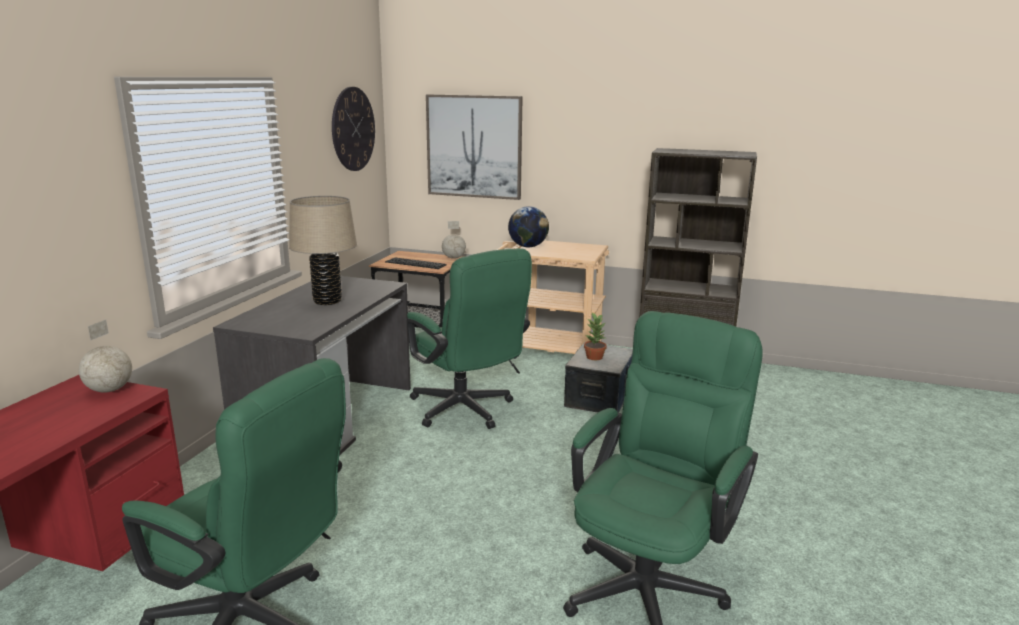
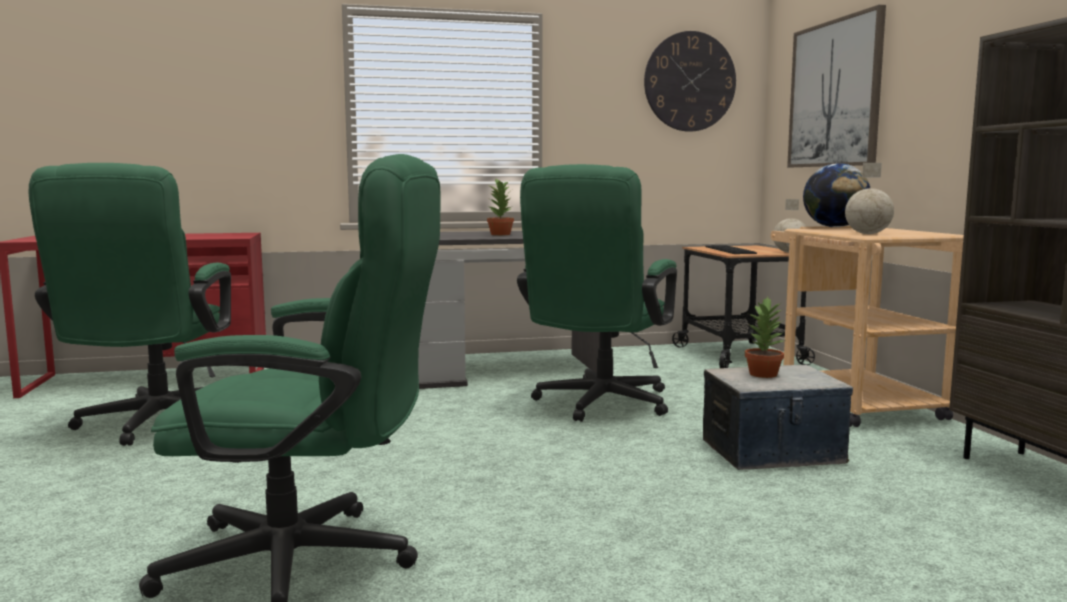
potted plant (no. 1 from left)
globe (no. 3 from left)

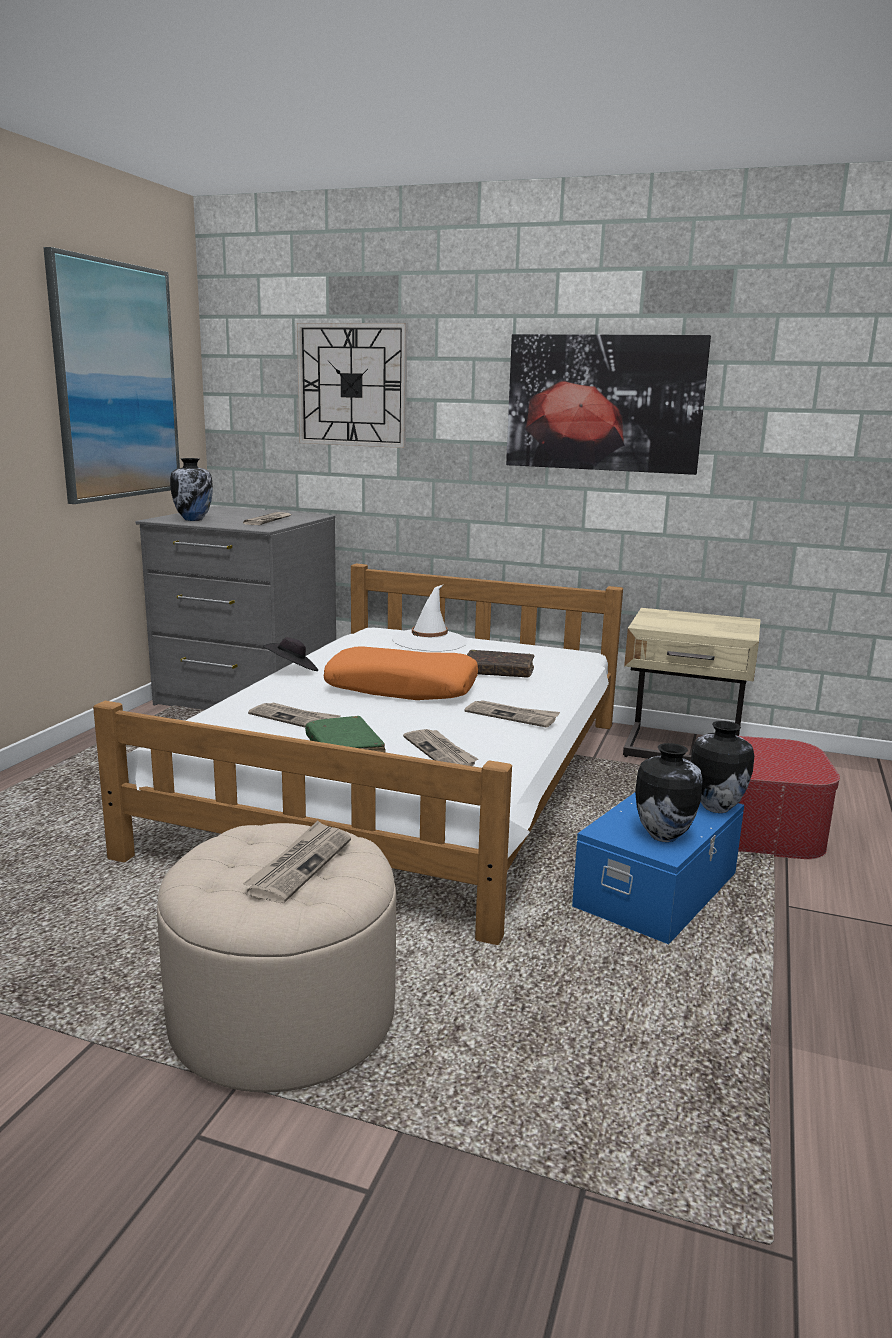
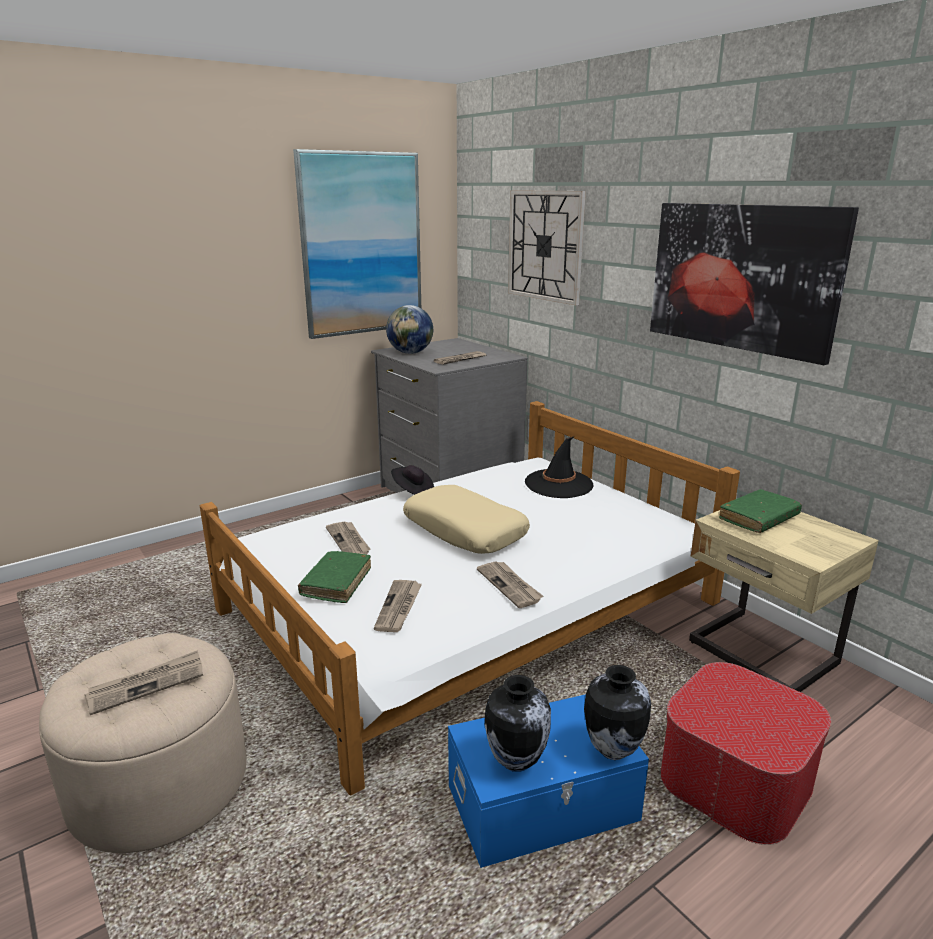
globe
pillow (beige)
hat (black) (no. 2 from left)
book (green) (no. 2 from left)
book (brown)

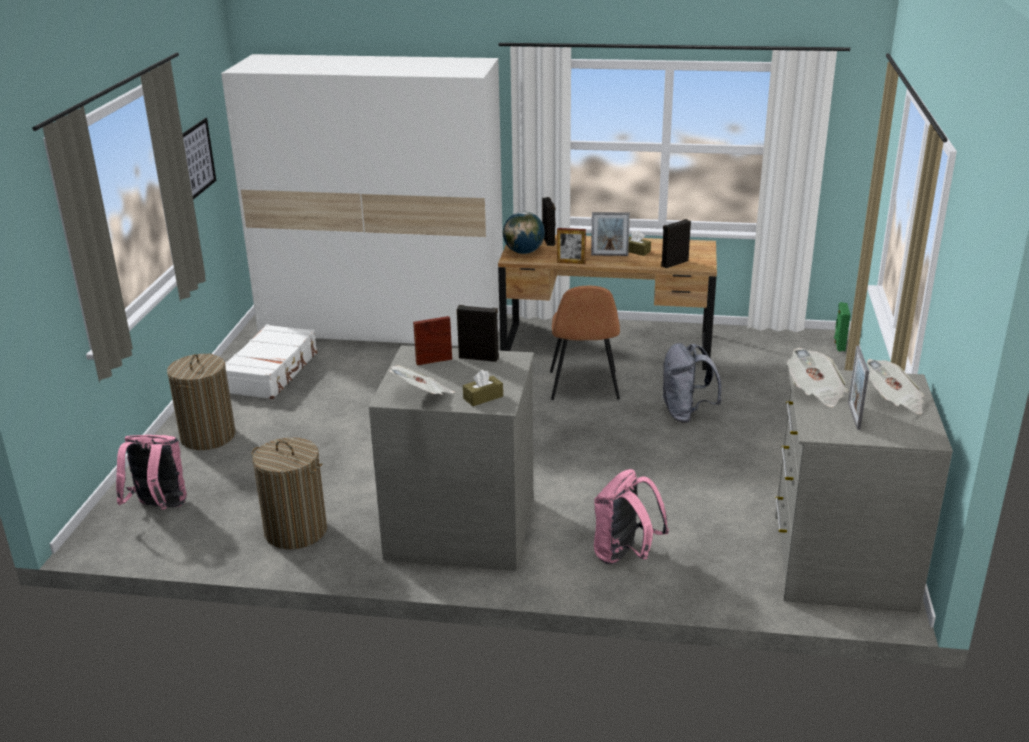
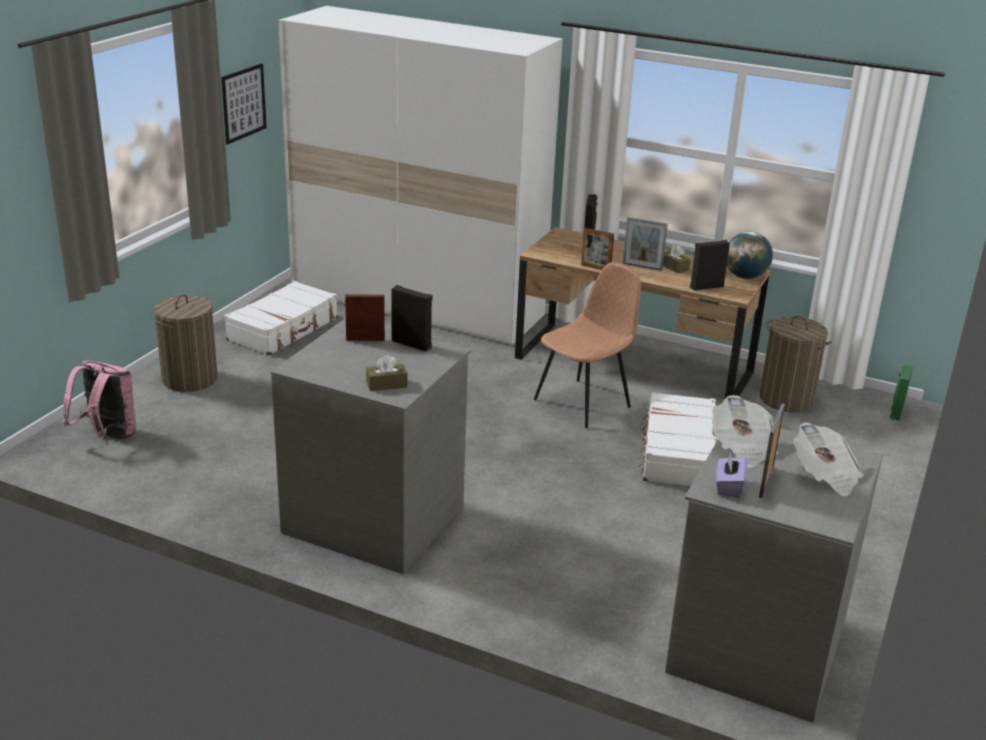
chair (brown)
suitcase (white) (no. 2 from left)
tissue box (purple)
globe
laundry basket (no. 2 from left)
newspaper (no. 1 from left in the first image)
backpack (pink) (no. 2 from left in the first image)

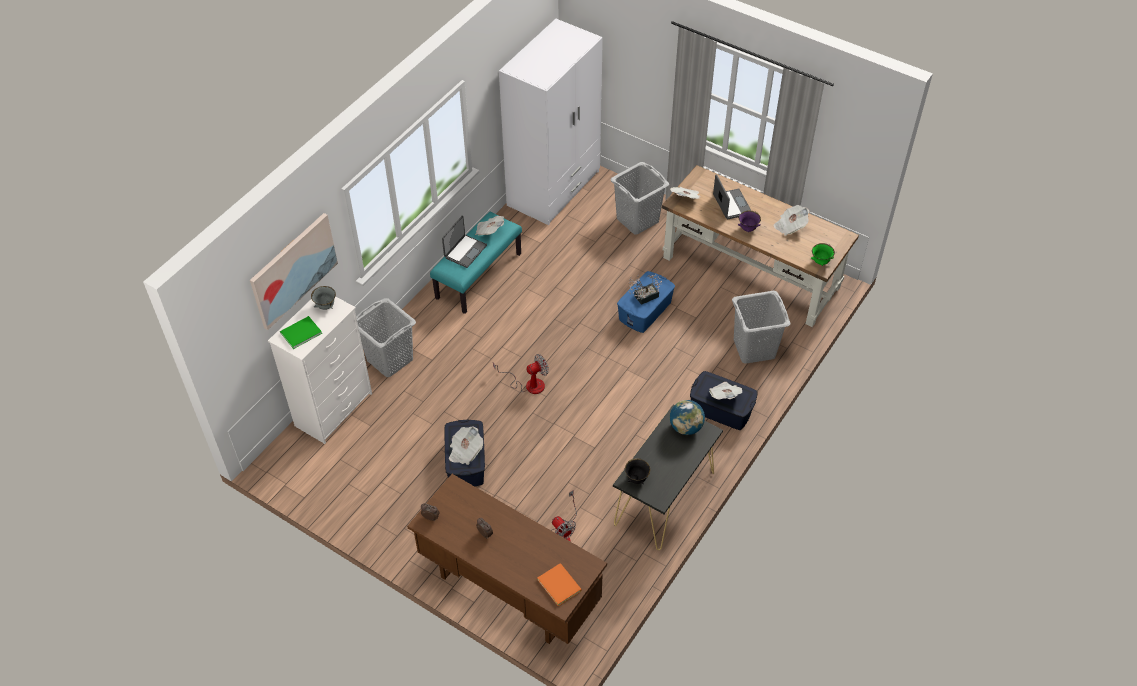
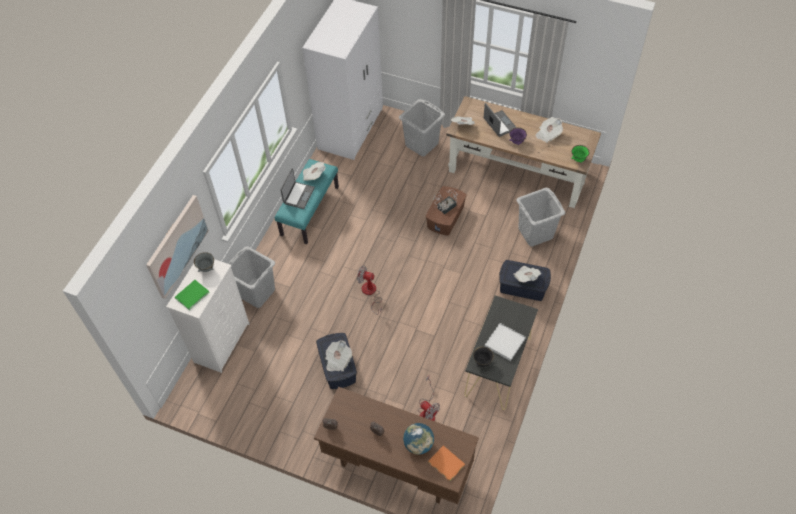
fan (no. 1 from left)
globe
storage box (brown)
tray (white)

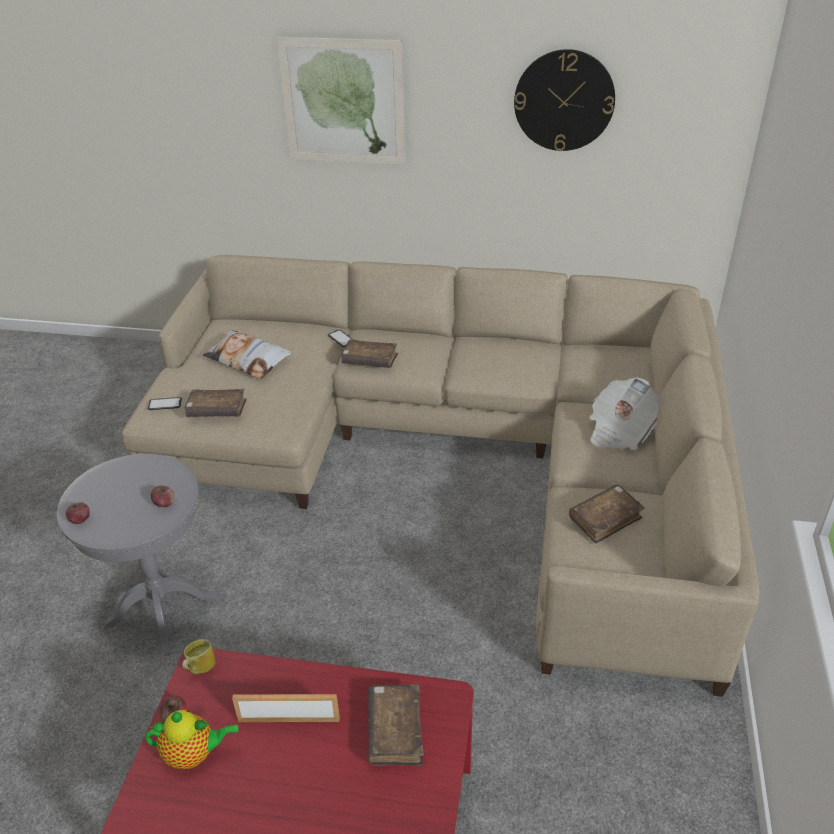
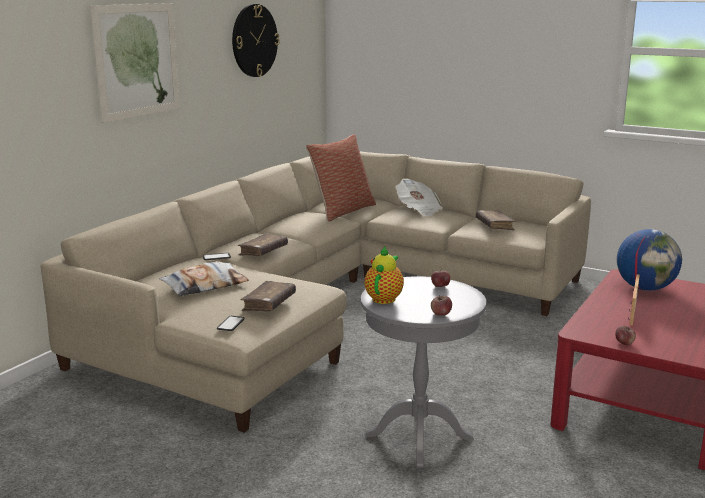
pillow (no. 2 from left)
teapot
globe
mug

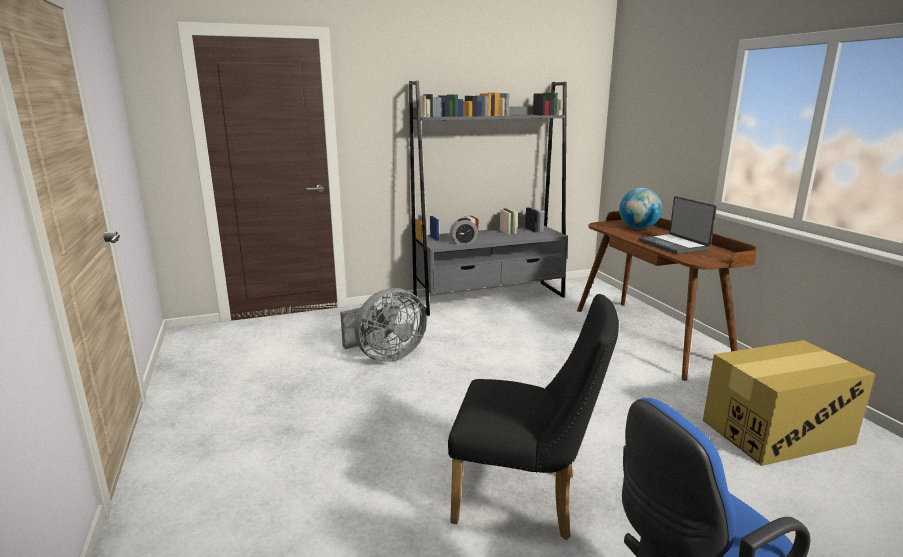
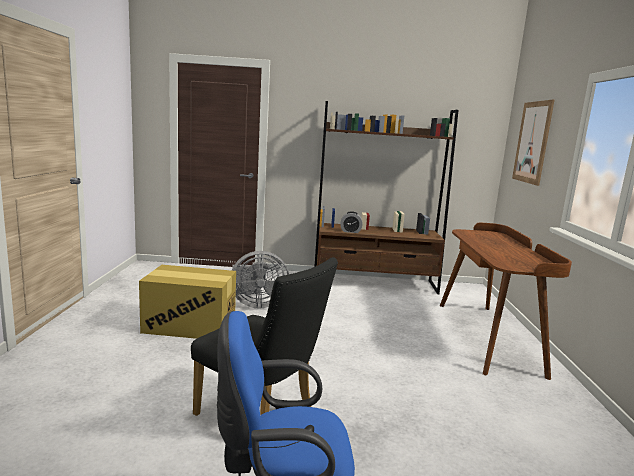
cardboard box
bookcase (brown)
picture
globe
laptop

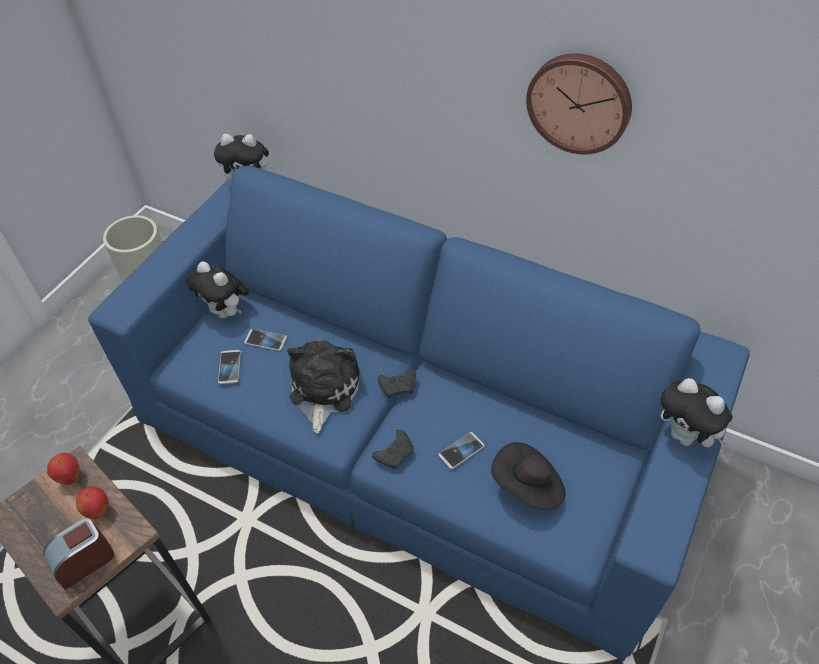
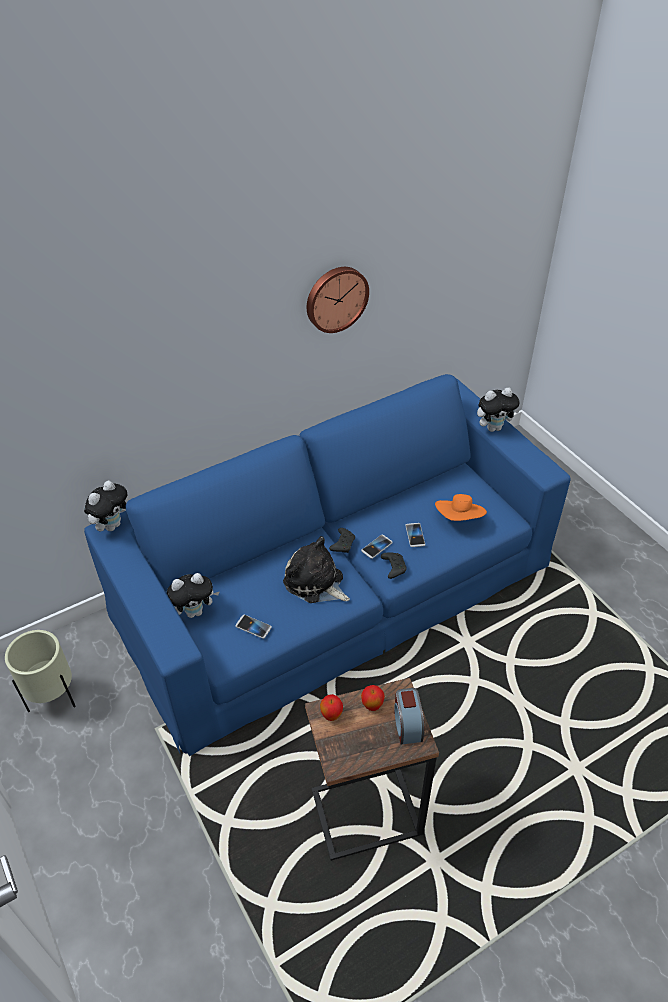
phone (no. 2 from left)
hat (orange)

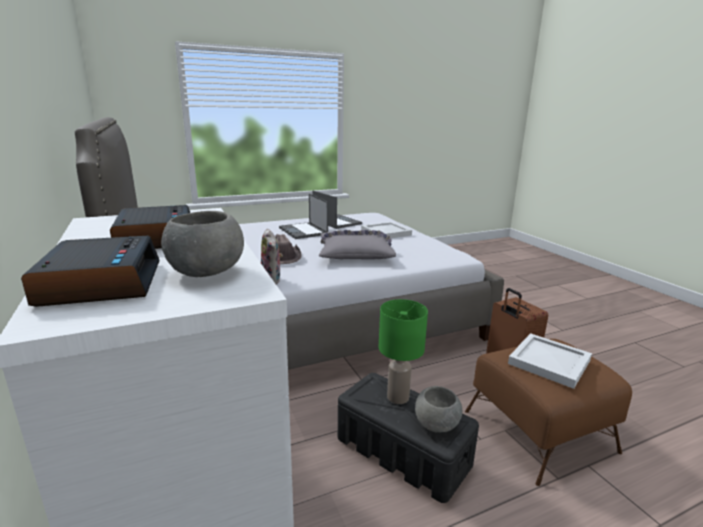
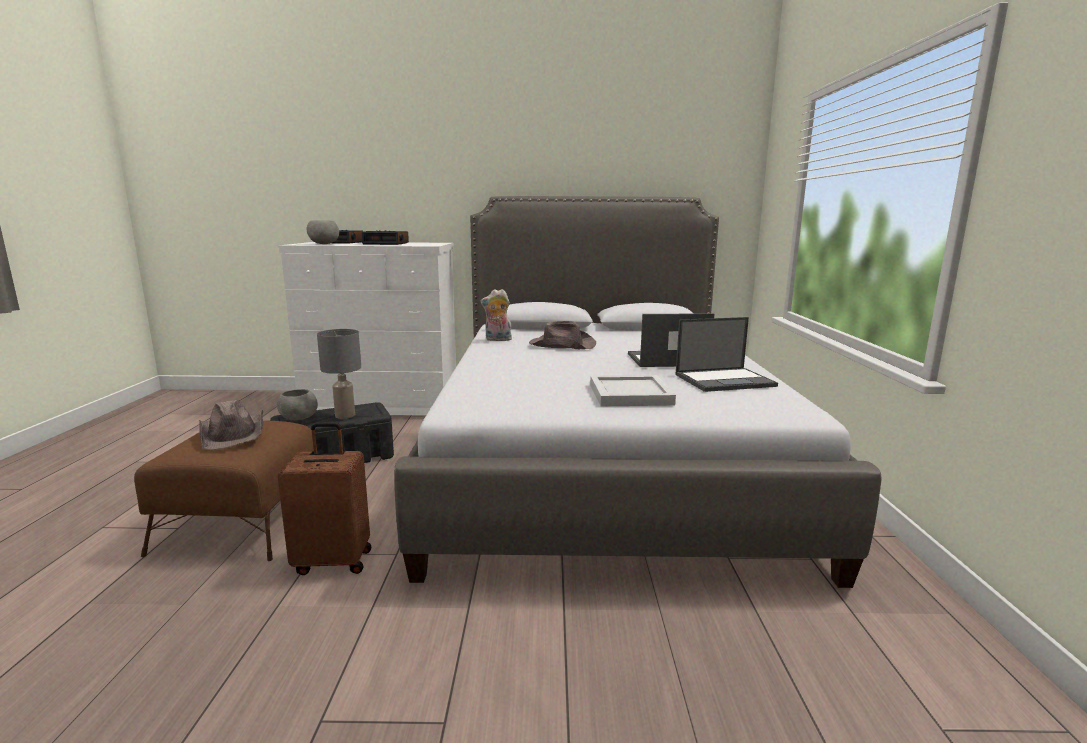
hat (brown) (no. 1 from left)
table lamp (grey)
pillow (grey)

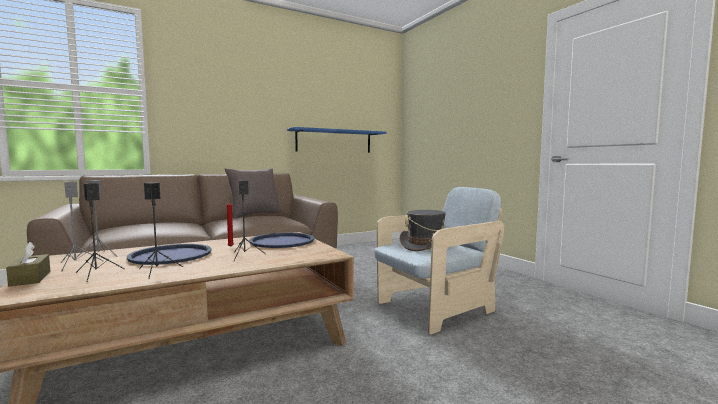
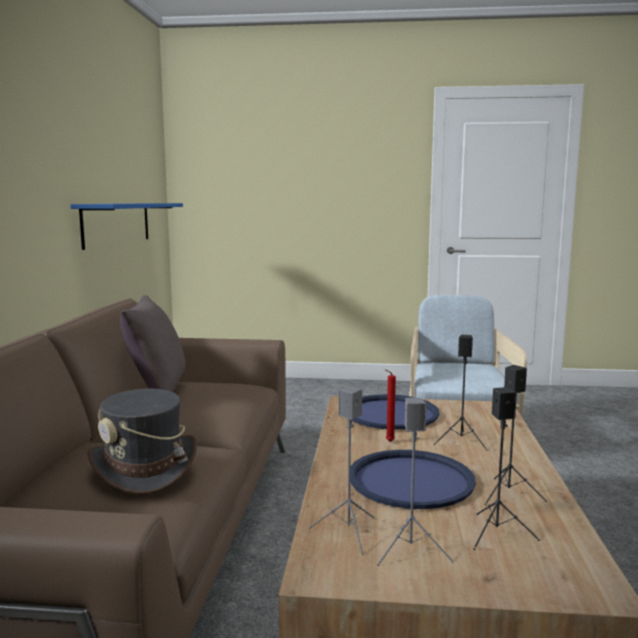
hat (grey)
tissue box (brown)

